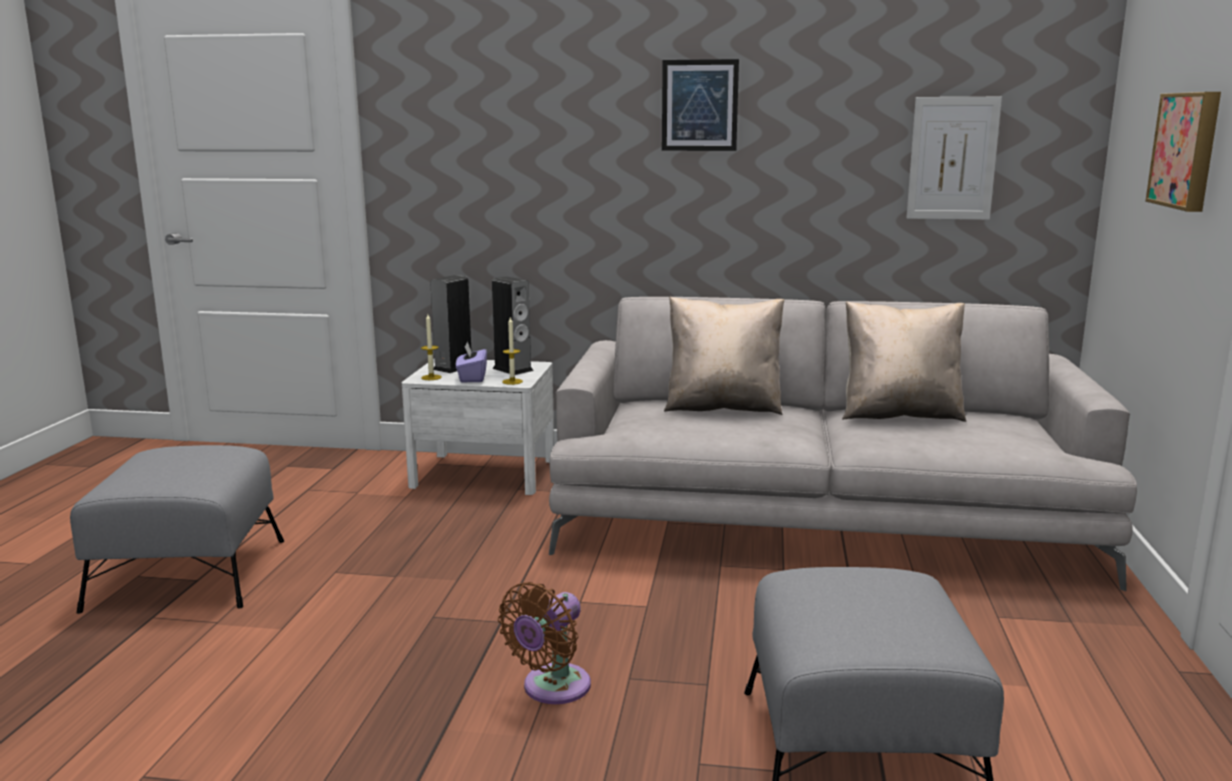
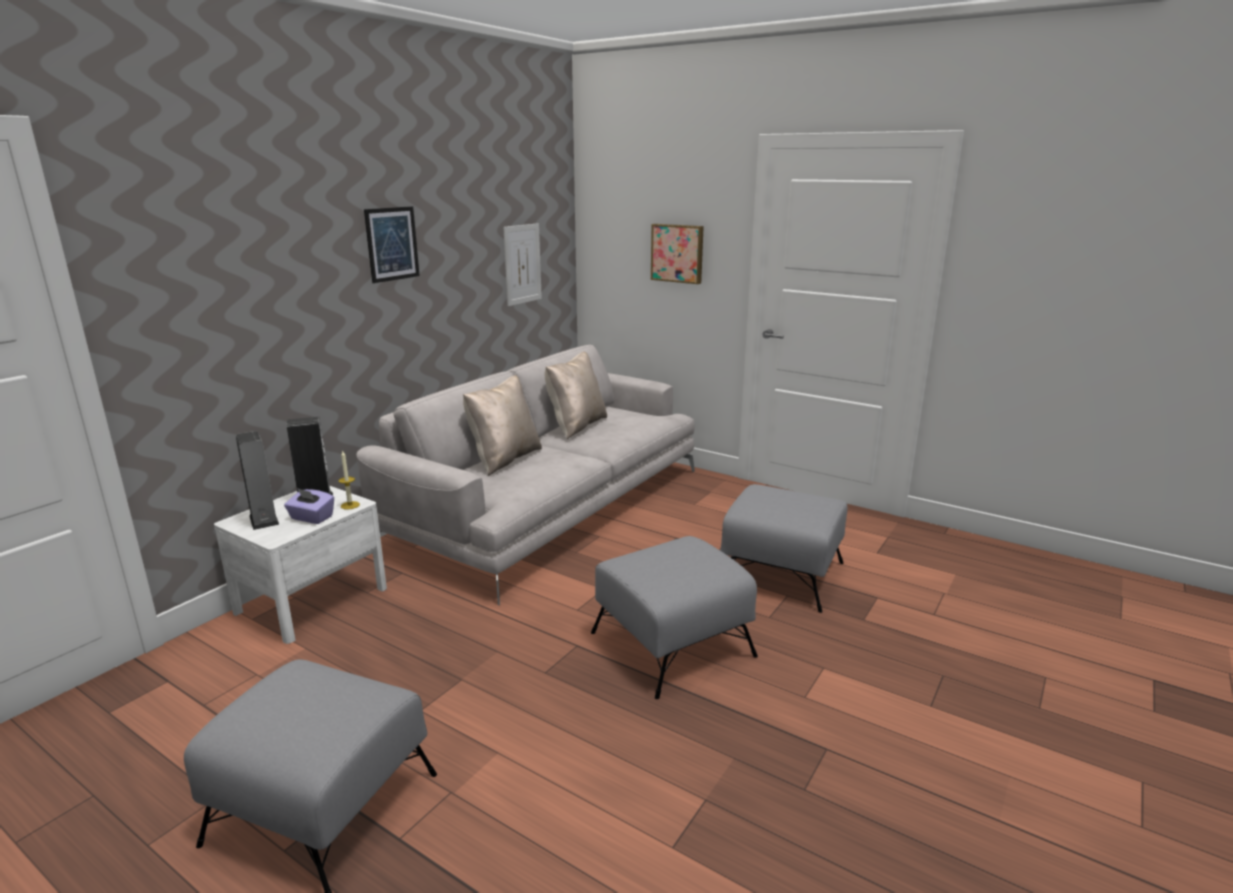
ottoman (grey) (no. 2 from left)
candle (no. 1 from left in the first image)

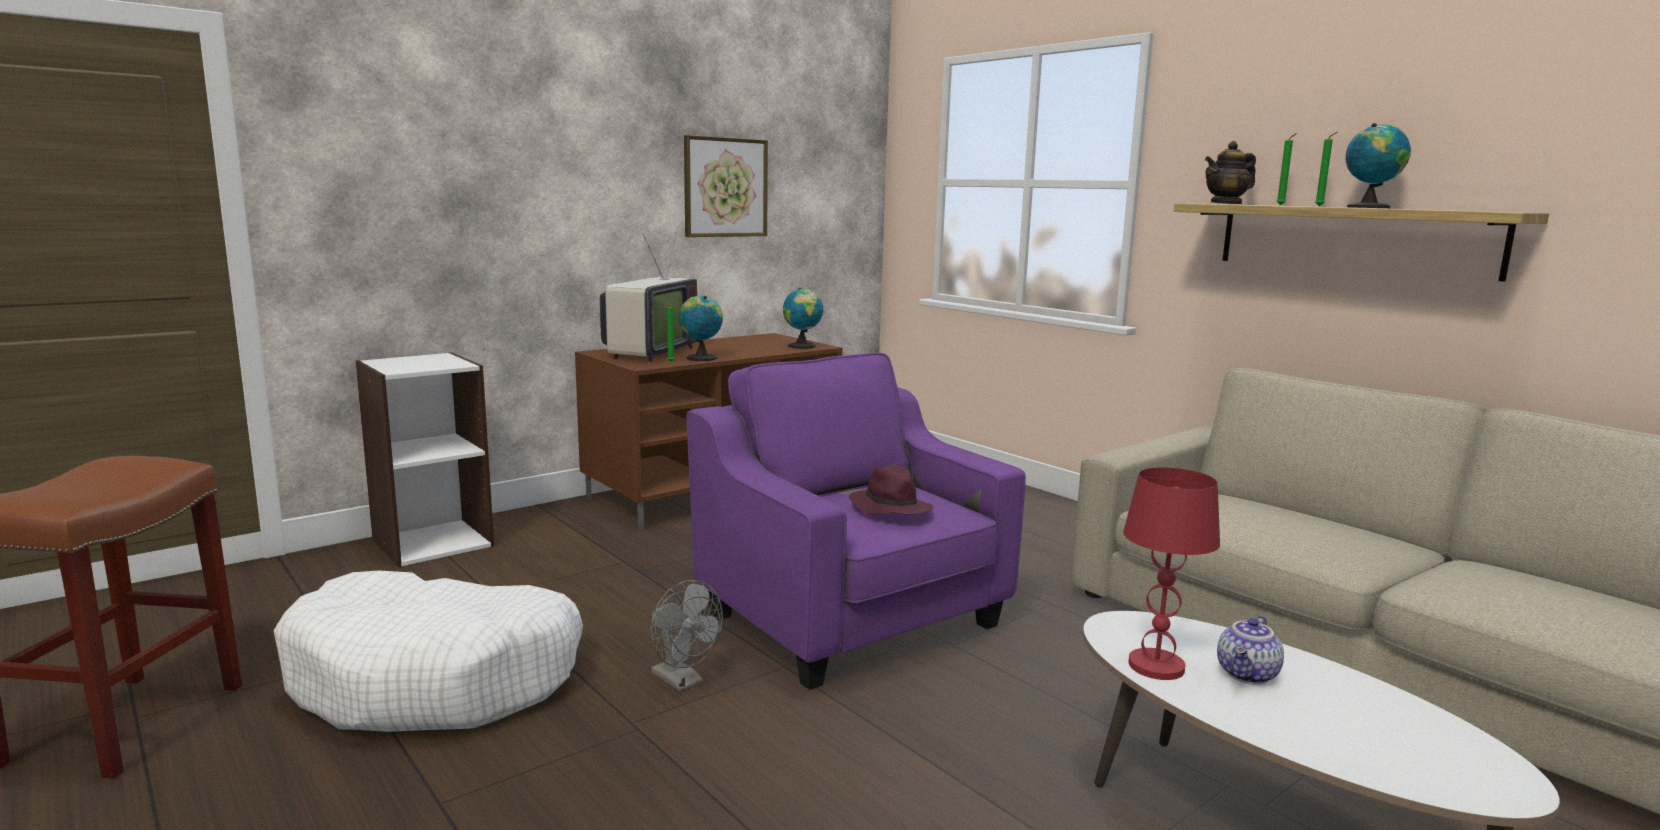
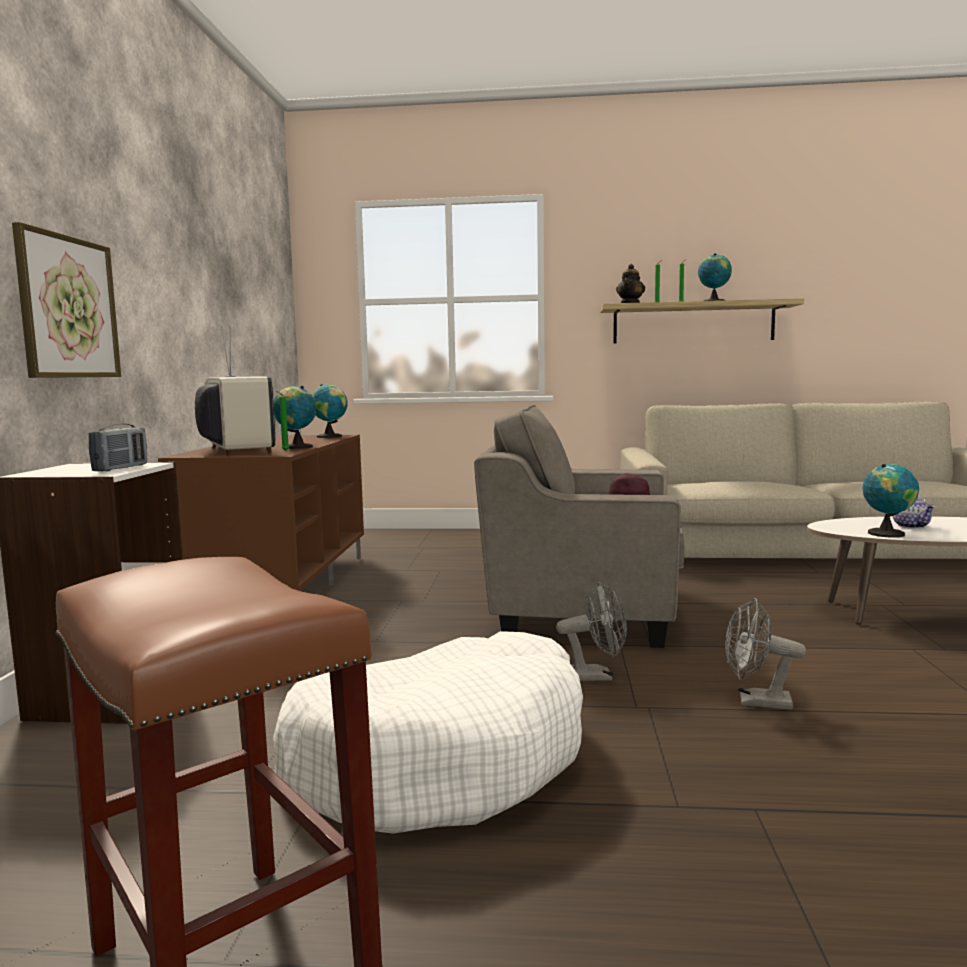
picture
radio
armchair (grey)
fan (grey) (no. 2 from left)
globe (no. 4 from left)

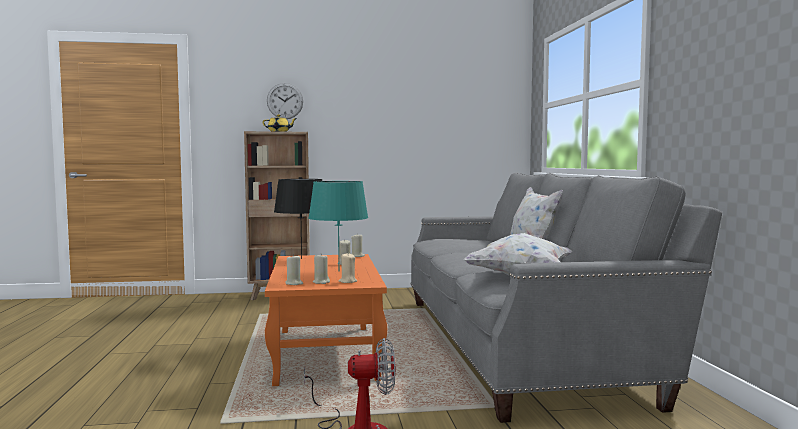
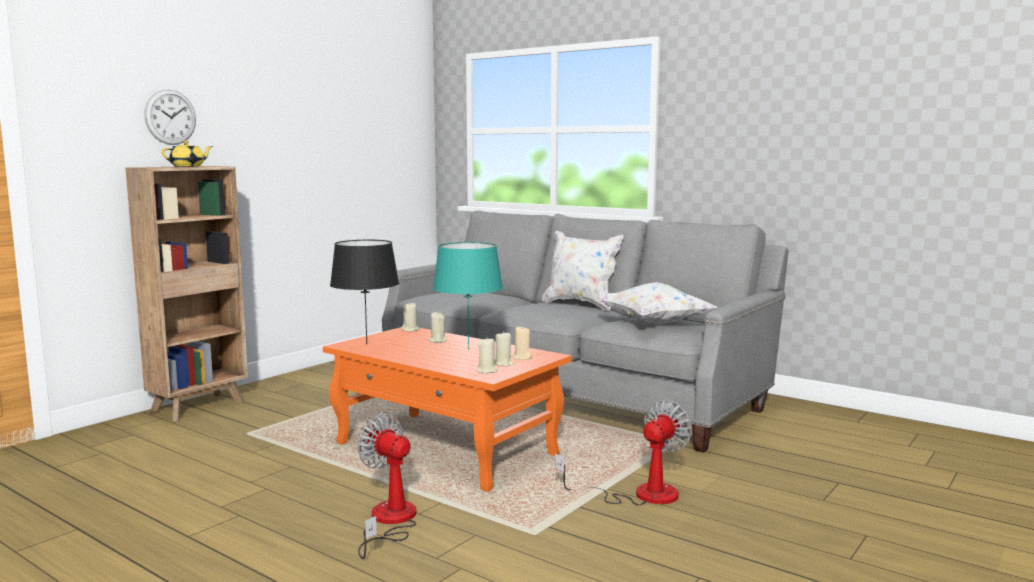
fan (no. 1 from left)

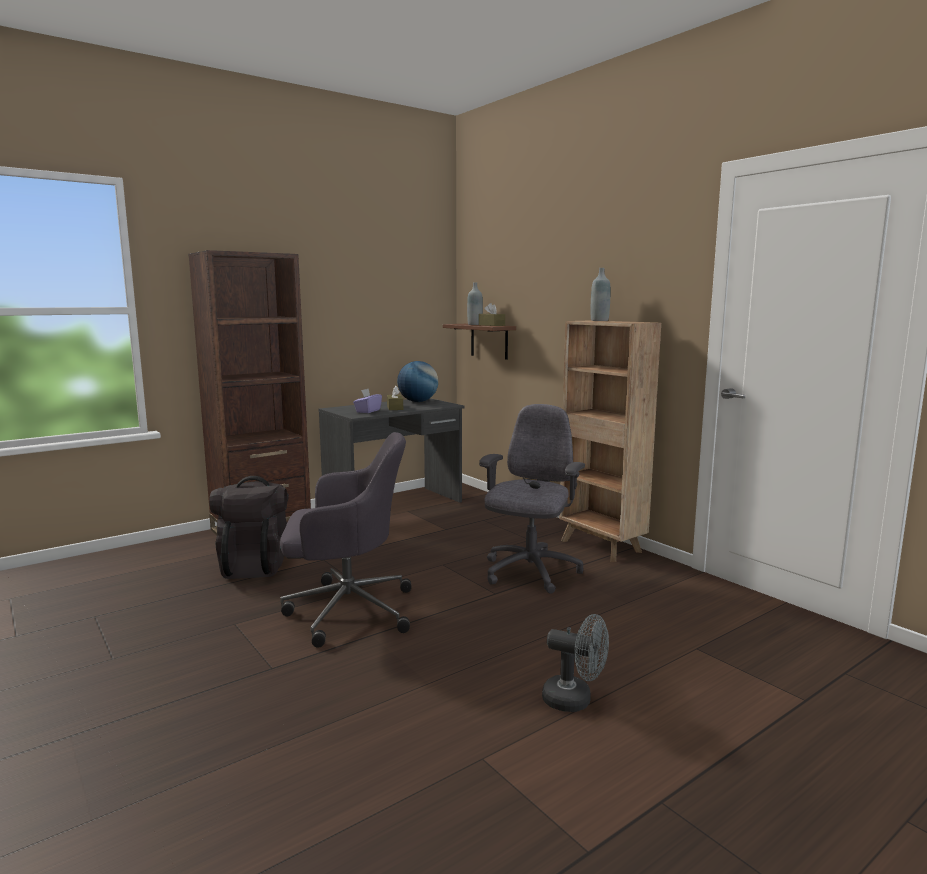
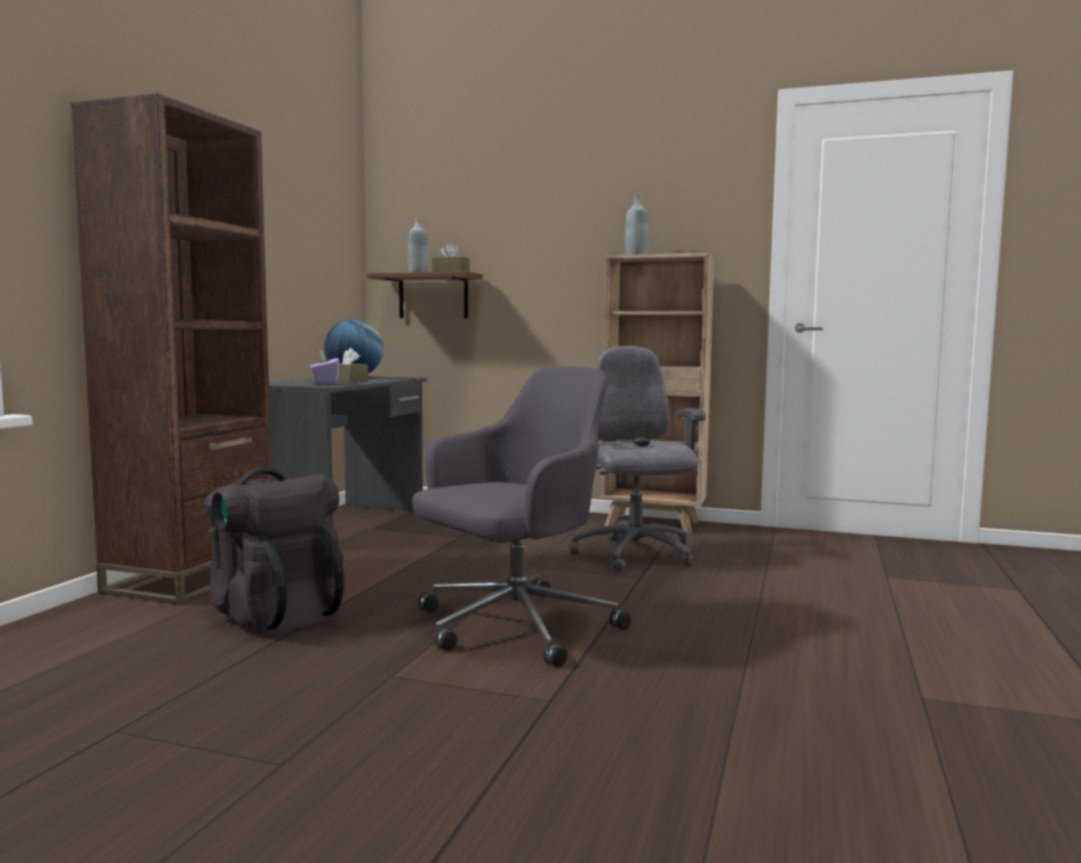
fan (grey)

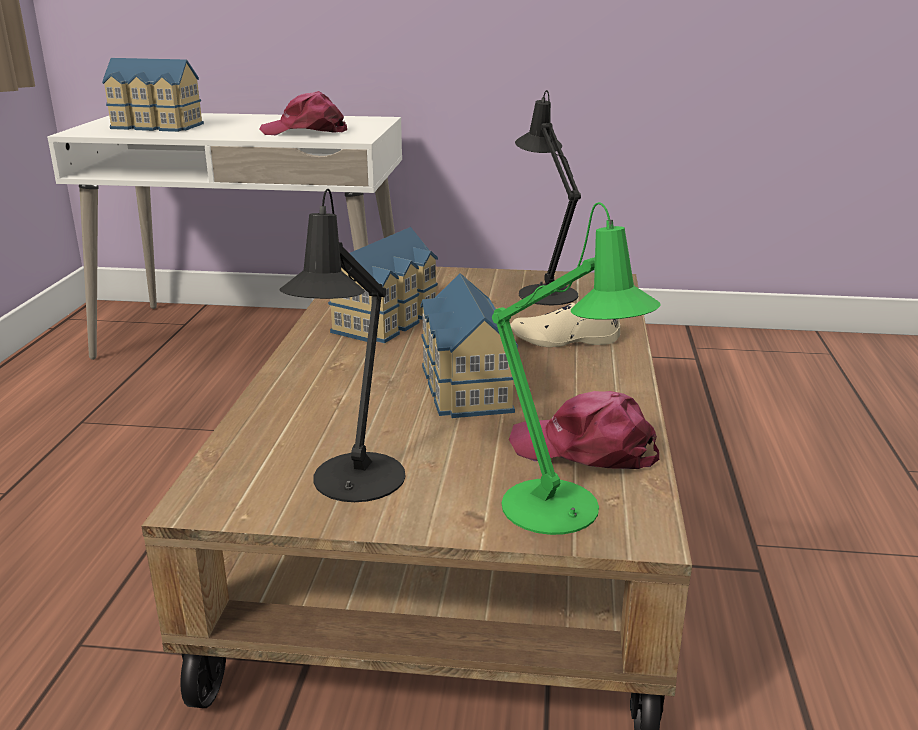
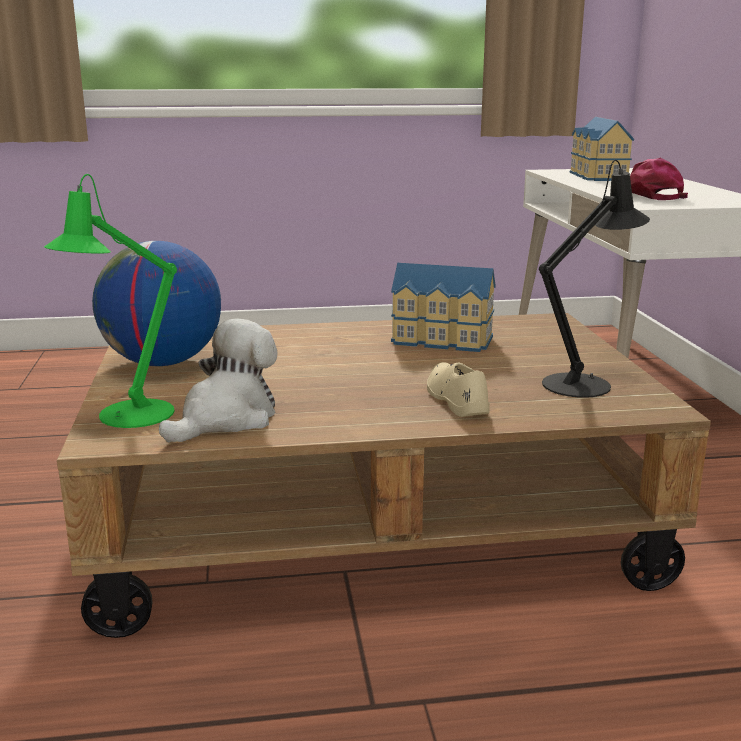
globe
plush toy
toy house (no. 3 from left in the first image)

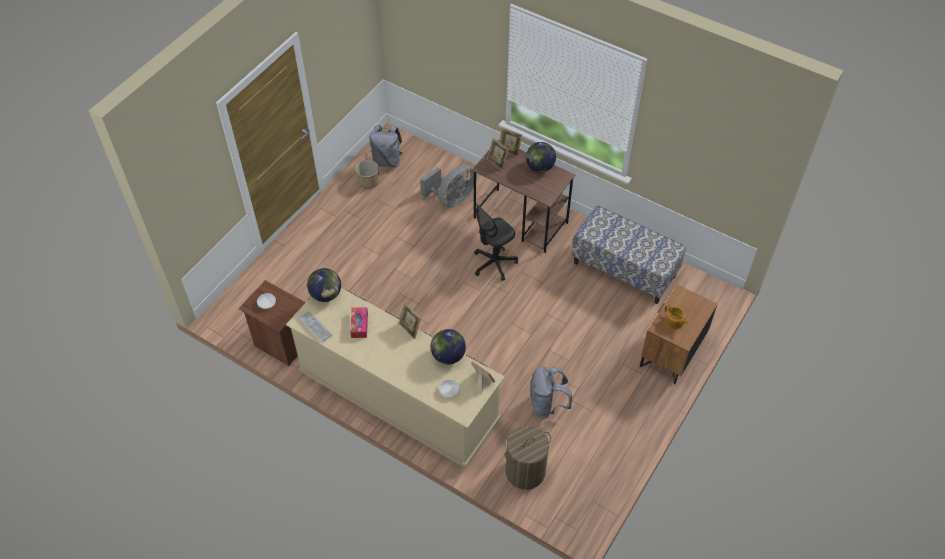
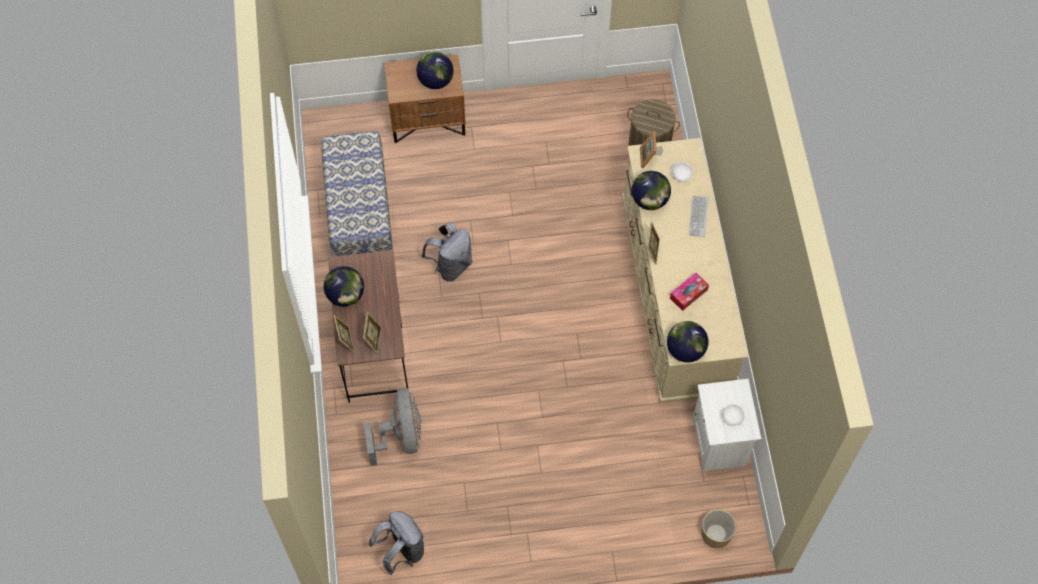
fan (grey)
globe (no. 2 from left)
backpack (grey) (no. 2 from left)
keyboard
nightstand (white)
planter
office chair (black)

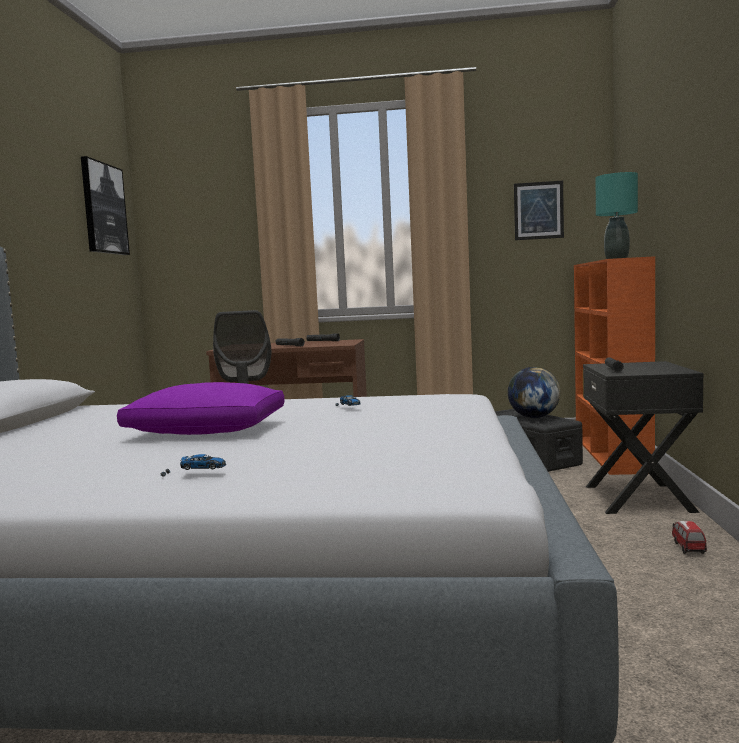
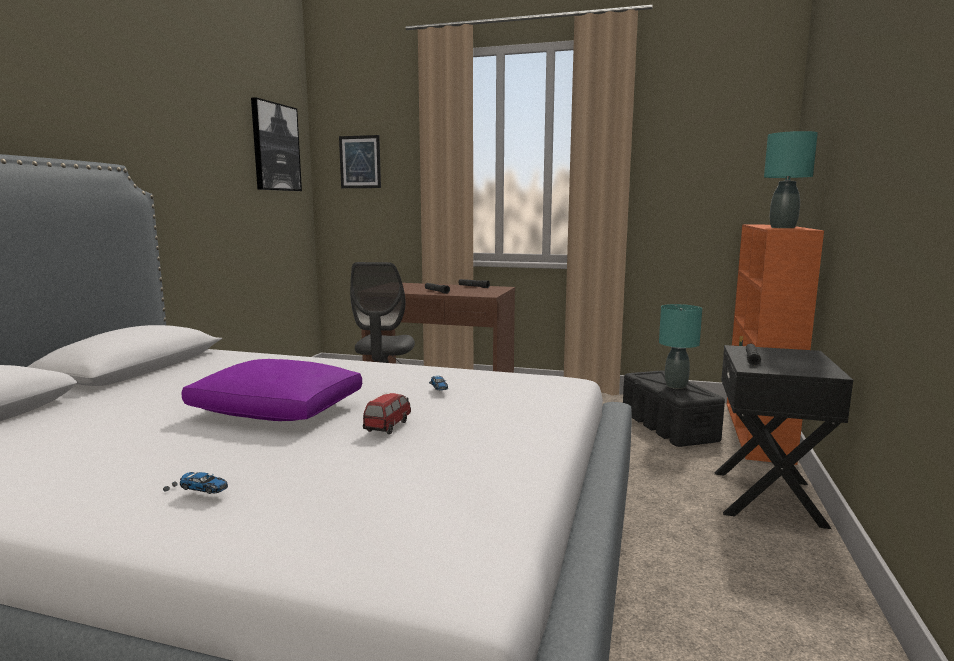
picture (no. 2 from left)
toy car (no. 2 from left)
table lamp (turquoise) (no. 1 from left)

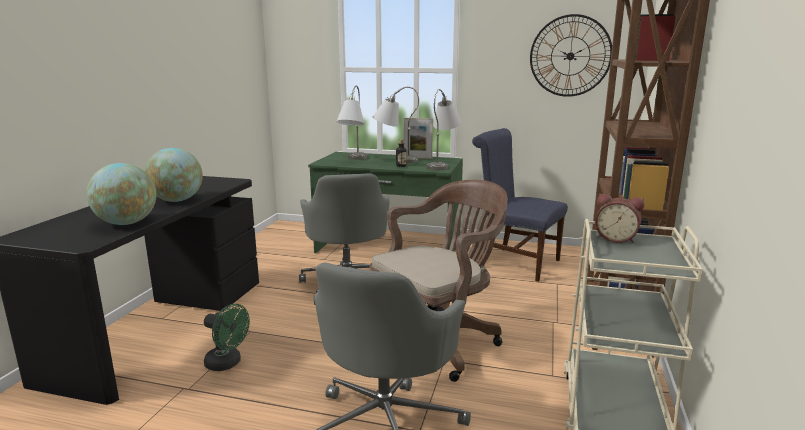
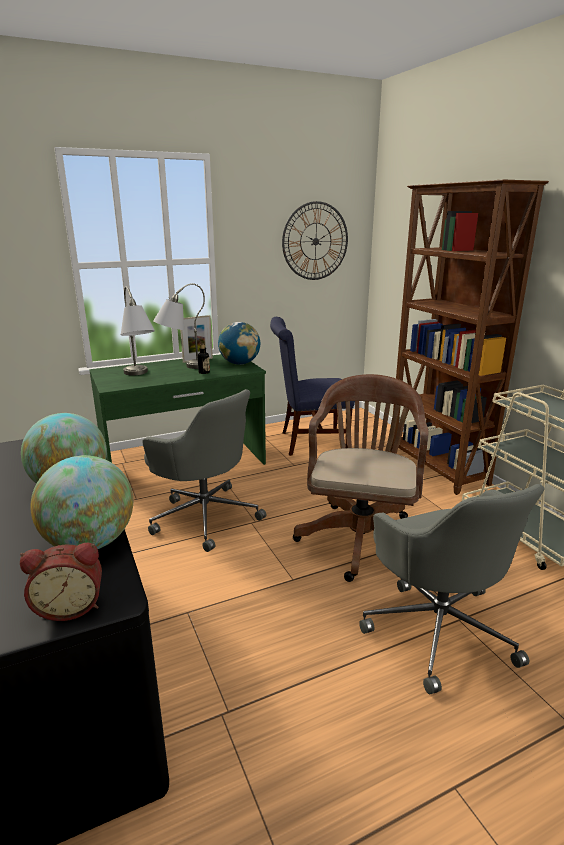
alarm clock
globe (no. 3 from left)
fan (green)

